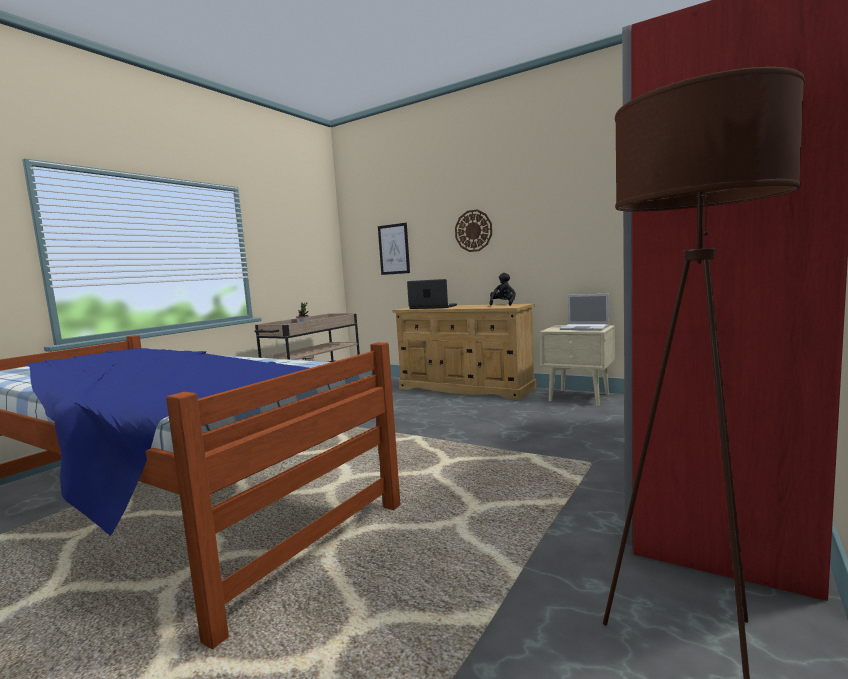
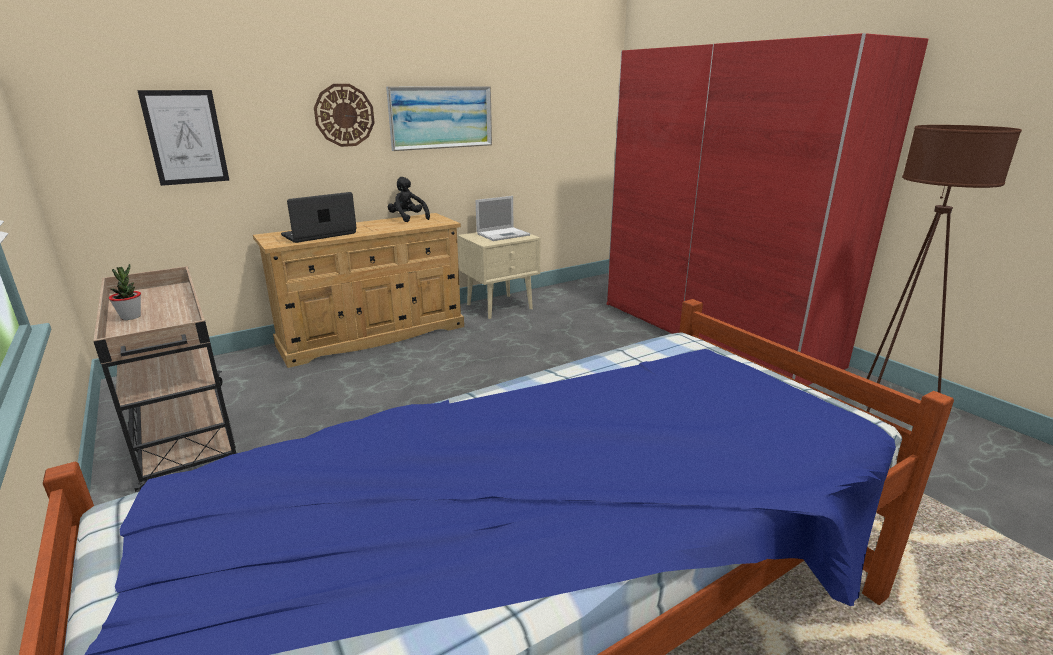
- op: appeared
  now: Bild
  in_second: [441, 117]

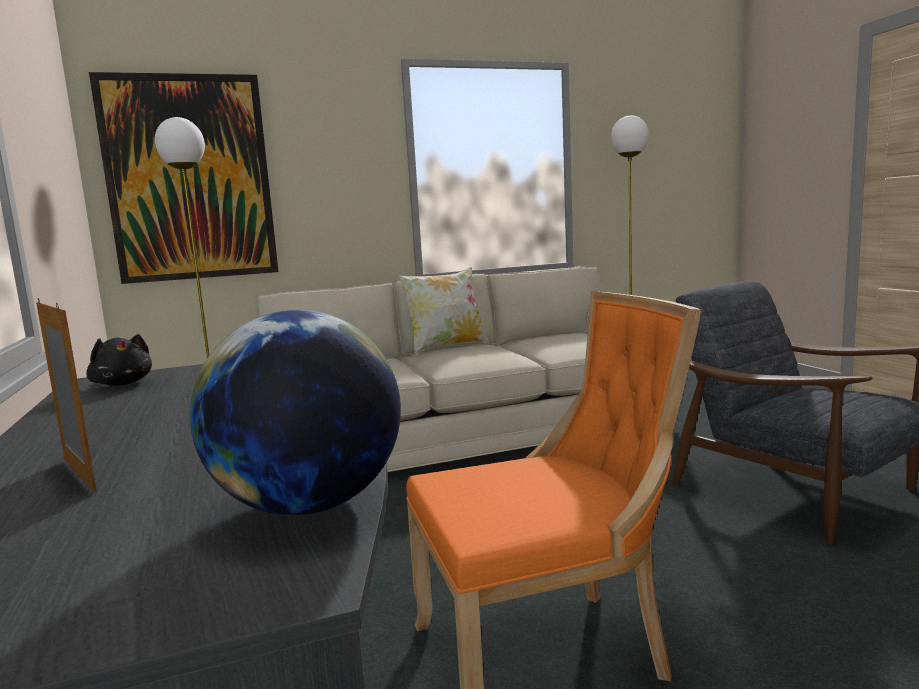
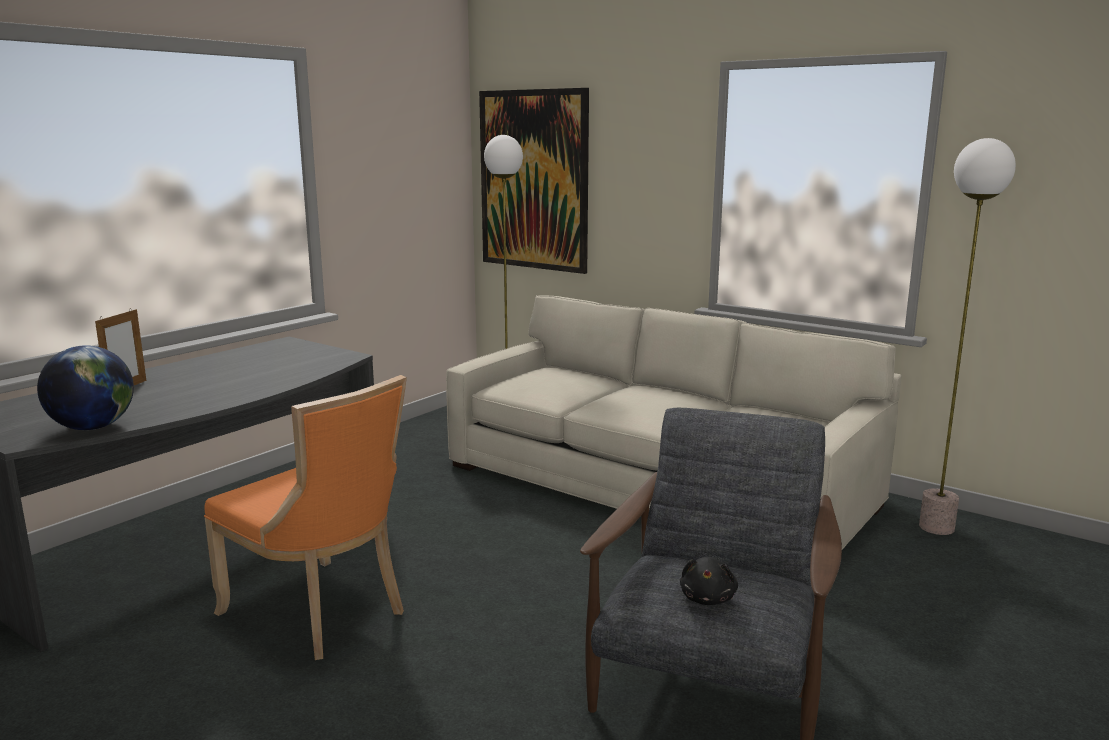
- op: missing
  was: Kissen
  in_first: [446, 347]
- op: relocated
  was: Plüschtier/schwarz
  in_first: [122, 384]
  in_second: [708, 598]

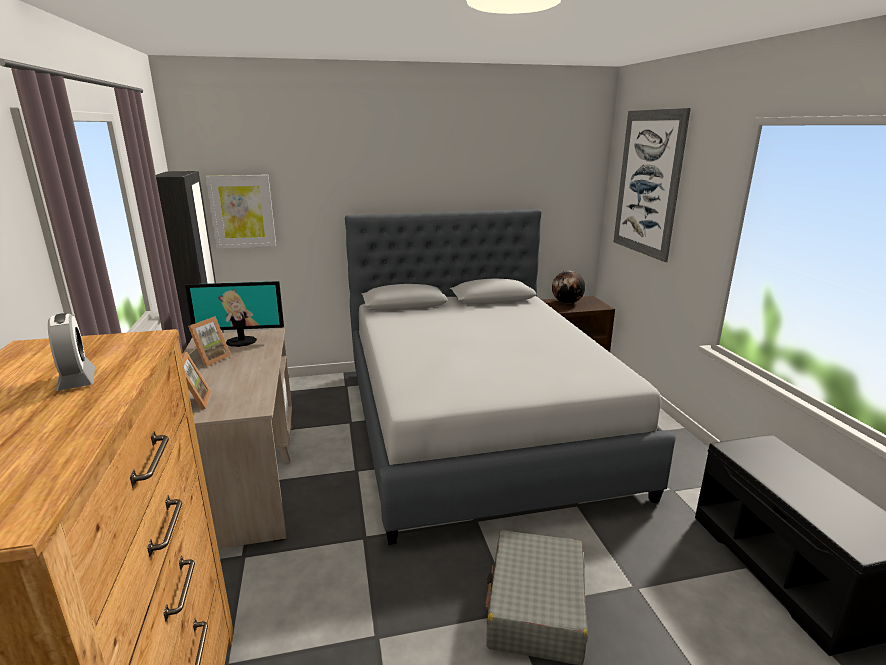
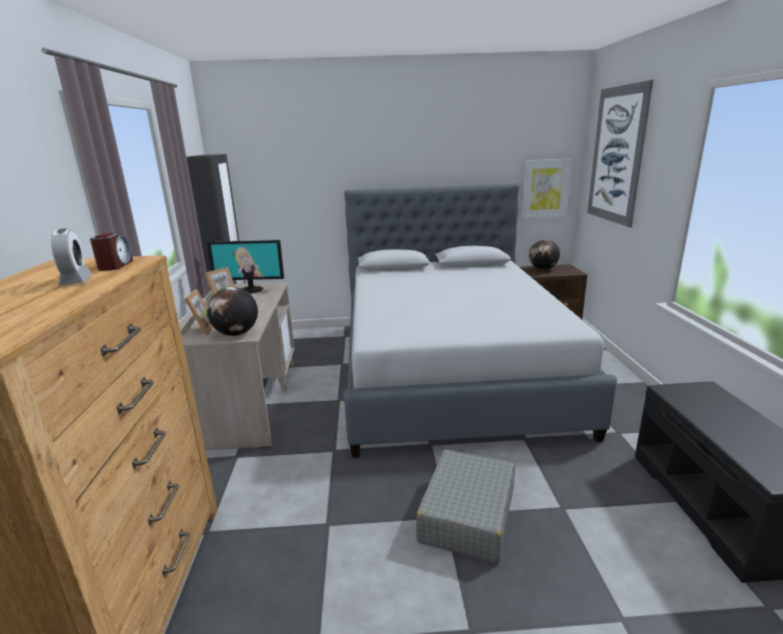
- op: relocated
  was: Bild
  in_first: [242, 211]
  in_second: [545, 189]
- op: appeared
  now: Wecker
  in_second: [115, 265]
- op: appeared
  now: Globus
  in_second: [236, 334]

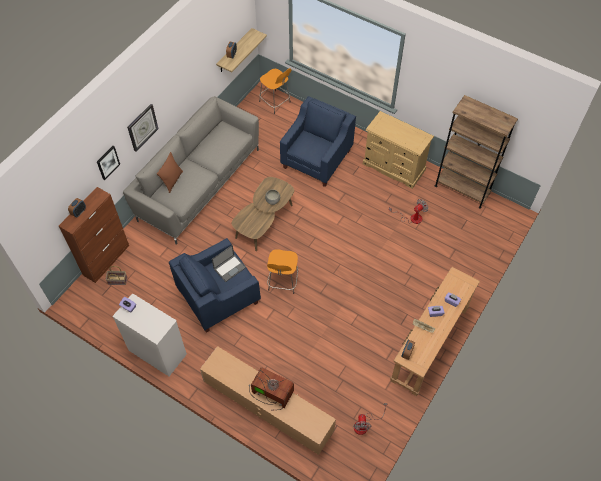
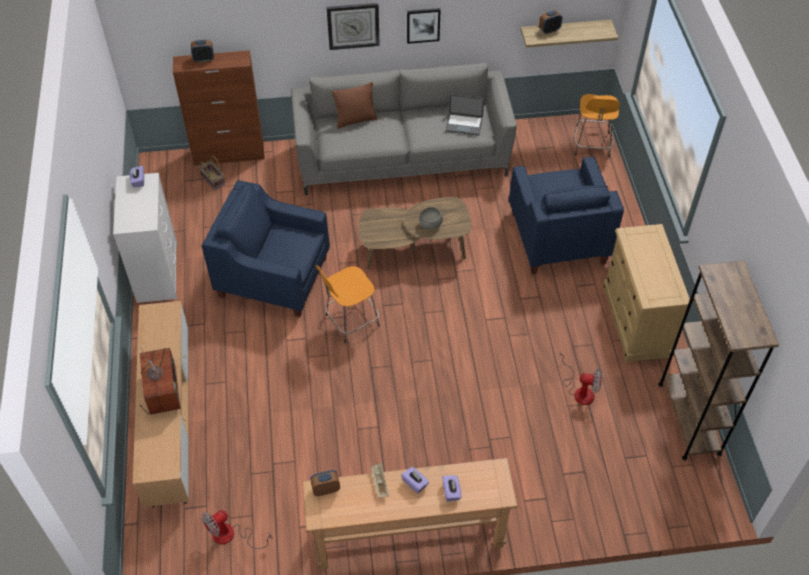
- op: spun
  was: Sessel/blau
  in_first: [317, 159]
  in_second: [557, 237]
  clockwise: 90
- op: relocated
  was: Bild
  in_first: [107, 162]
  in_second: [423, 25]
- op: relocated
  was: Laptop
  in_first: [230, 268]
  in_second: [464, 124]

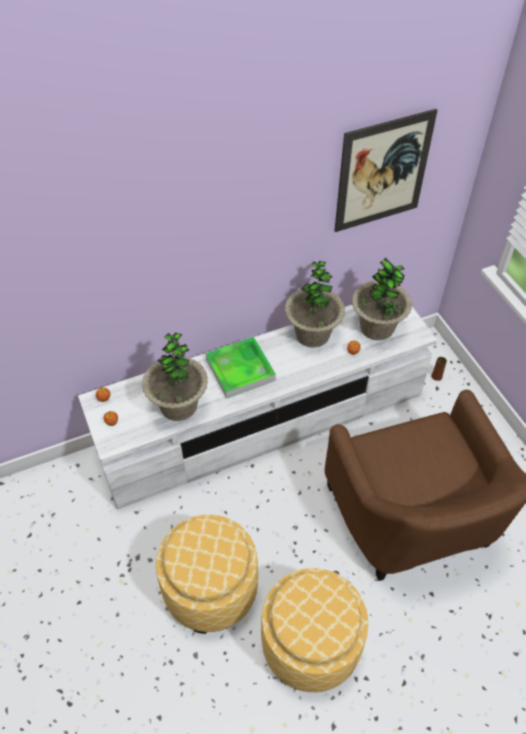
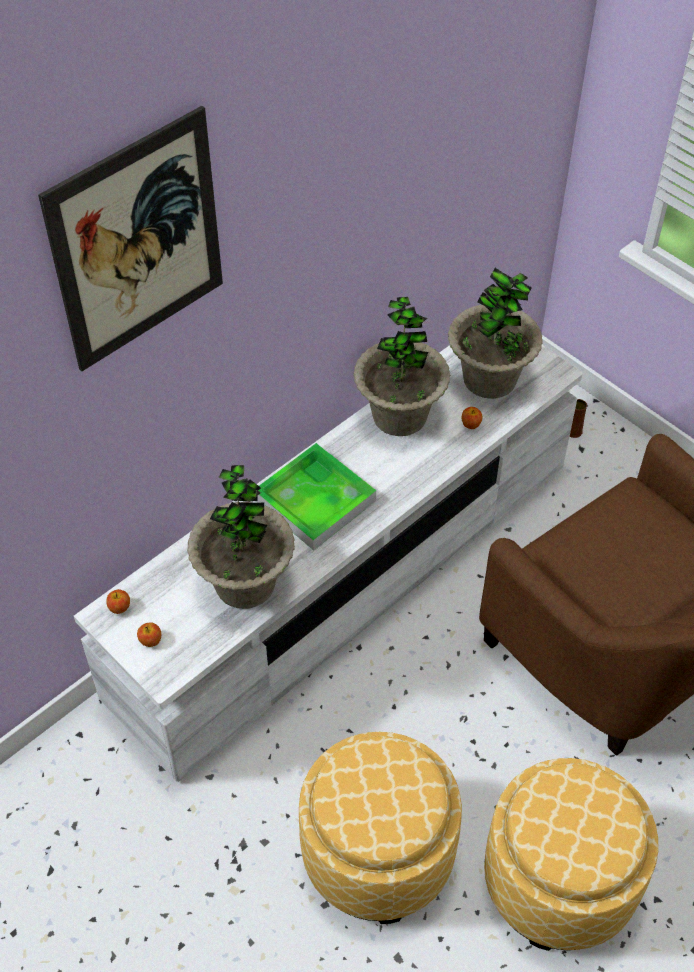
- op: relocated
  was: Bild
  in_first: [382, 172]
  in_second: [138, 242]

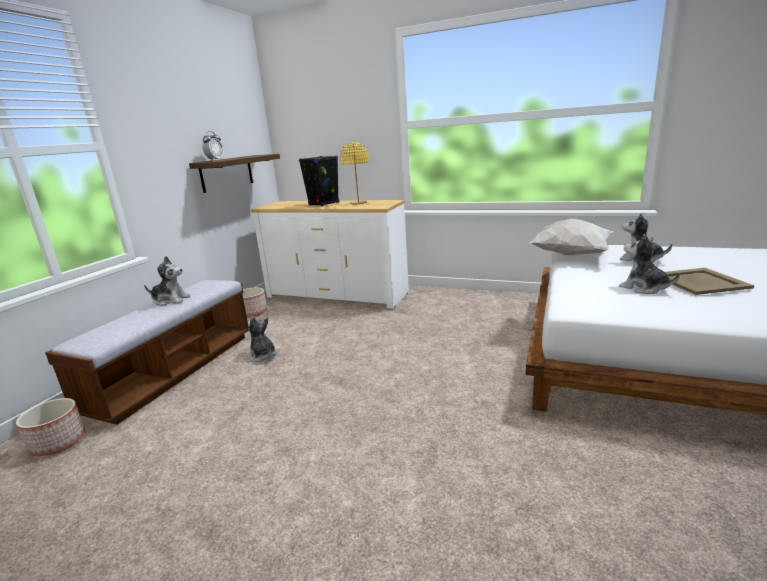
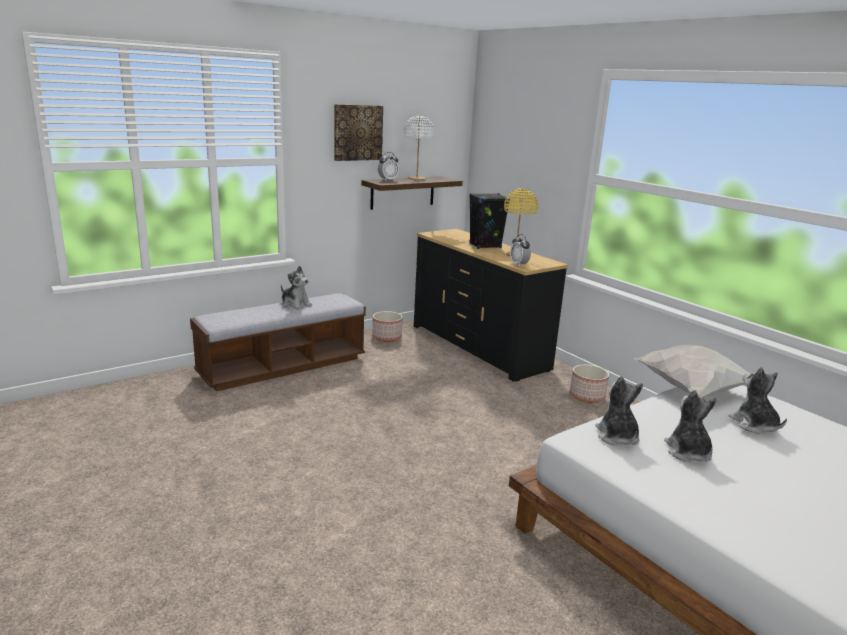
- op: colour
  was: Kommode/weiß
  now: Kommode/schwarz
  in_first: [337, 295]
  in_second: [478, 347]
- op: missing
  was: Tablett/beige
  in_first: [700, 282]
- op: relocated
  was: Plüschtier
  in_first: [263, 355]
  in_second: [617, 437]
- op: relocated
  was: Pflanzkübel
  in_first: [59, 442]
  in_second: [587, 396]
- op: appeared
  now: Bild
  in_second: [357, 132]
- op: appeared
  now: Tischlampe/weiß
  in_second: [417, 179]
- op: appeared
  now: Wecker
  in_second: [519, 264]

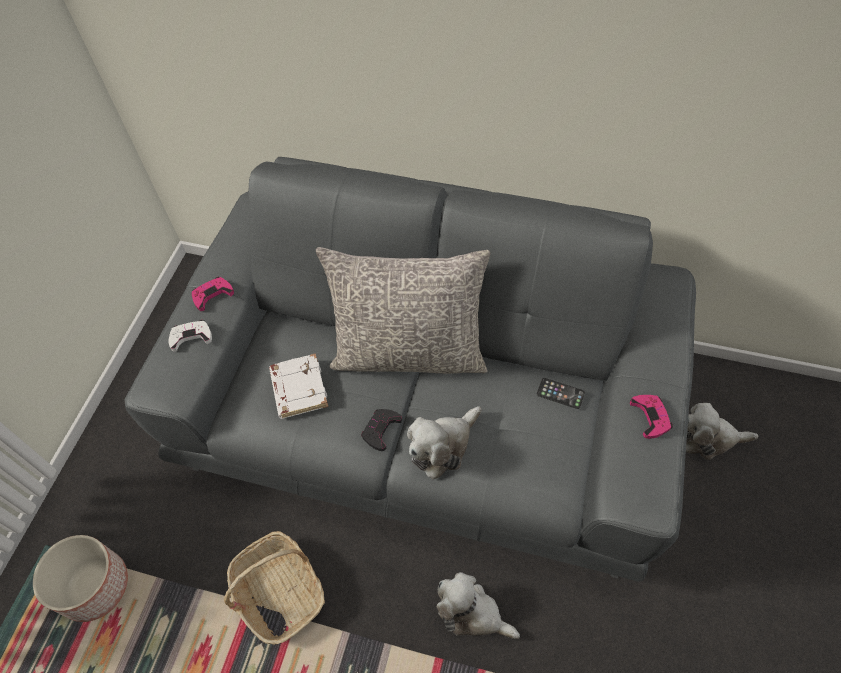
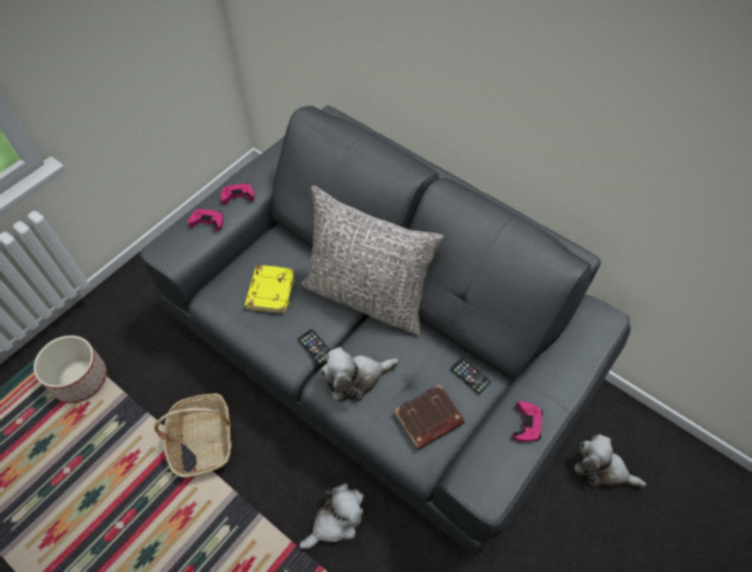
- op: colour
  was: Gamepad/weiß
  now: Gamepad/rosa
  in_first: [191, 337]
  in_second: [207, 221]
- op: colour
  was: Buch/weiß
  now: Buch/gelb
  in_first: [298, 388]
  in_second: [270, 290]
- op: exchanged
  was: Gamepad/schwarz
  now: Handy
  in_first: [381, 430]
  in_second: [315, 347]
- op: spun
  was: Plüschtier
  in_first: [472, 613]
  in_second: [336, 521]
  clockwise: 90
- op: appeared
  now: Buch/braun
  in_second: [428, 419]

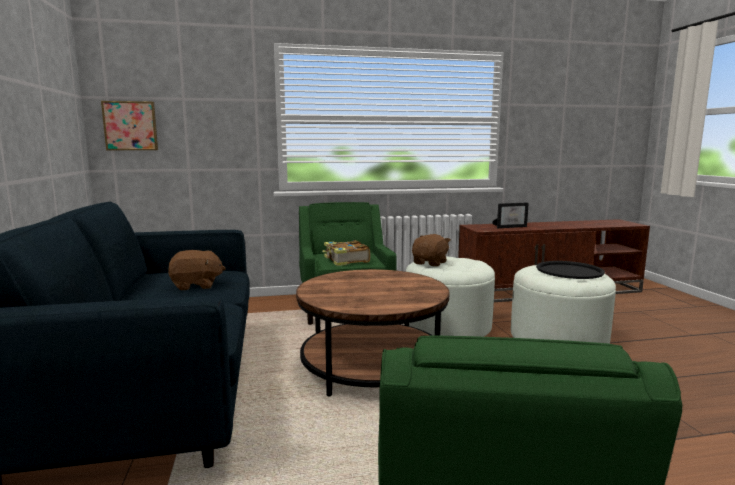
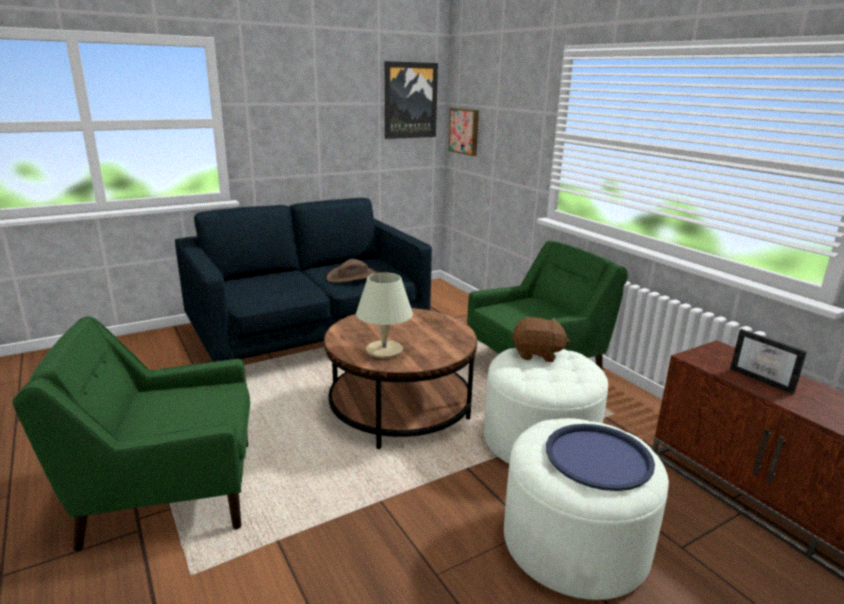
- op: missing
  was: Buch
  in_first: [346, 260]
- op: exchanged
  was: Plüschtier/braun
  now: Hut/braun
  in_first: [196, 285]
  in_second: [353, 277]
- op: colour
  was: Tablett/schwarz
  now: Tablett/blau
  in_first: [569, 271]
  in_second: [598, 457]
- op: appeared
  now: Bild
  in_second: [410, 100]
- op: appeared
  now: Tischlampe/beige
  in_second: [384, 350]

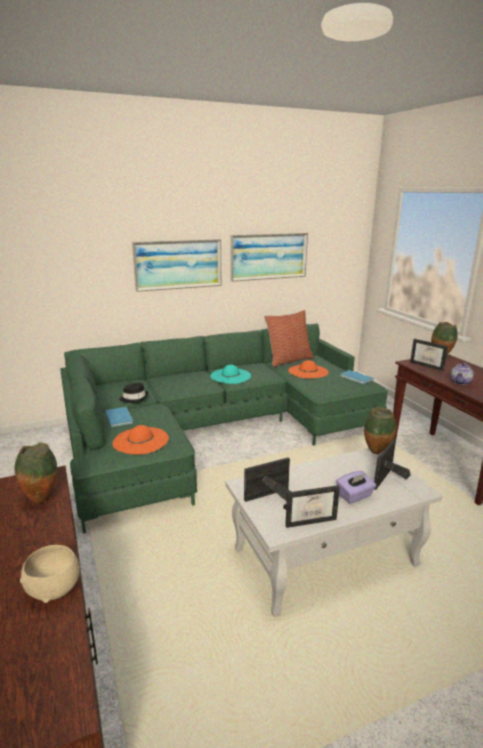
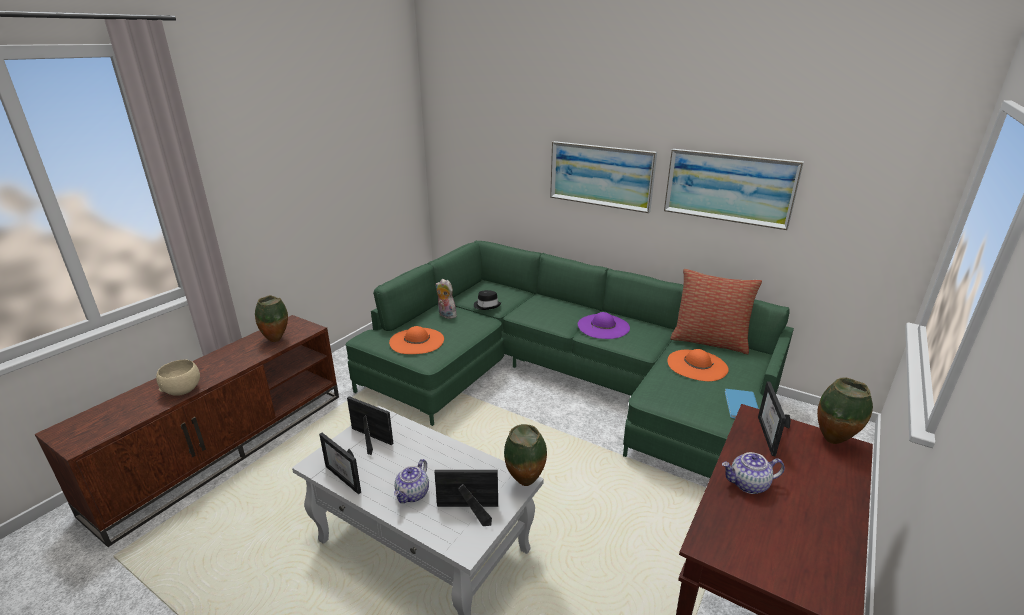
- op: colour
  was: Hut/türkis
  now: Hut/lila
  in_first: [230, 376]
  in_second: [603, 326]
- op: exchanged
  was: Buch/blau
  now: Plüschtier
  in_first: [120, 417]
  in_second: [446, 315]
- op: exchanged
  was: Taschentuchbox/lila
  now: Teekanne
  in_first: [355, 496]
  in_second: [413, 494]

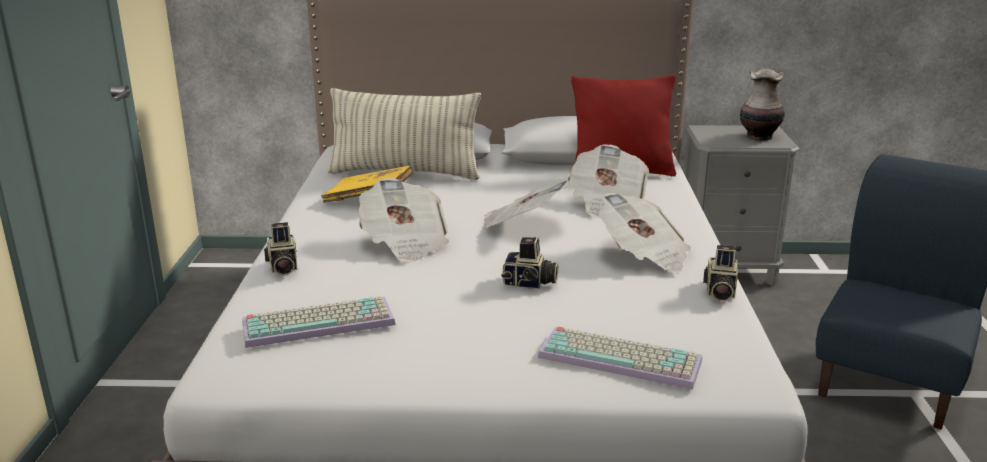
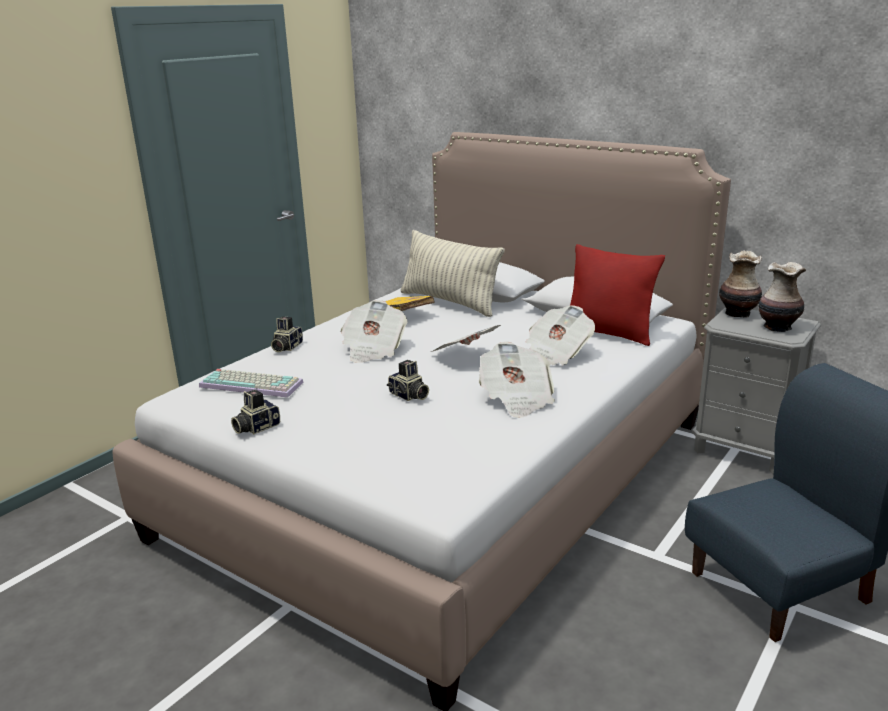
- op: relocated
  was: Kamera
  in_first: [719, 292]
  in_second: [256, 427]
- op: missing
  was: Tastatur
  in_first: [622, 358]
- op: appeared
  now: Vase
  in_second: [738, 313]

